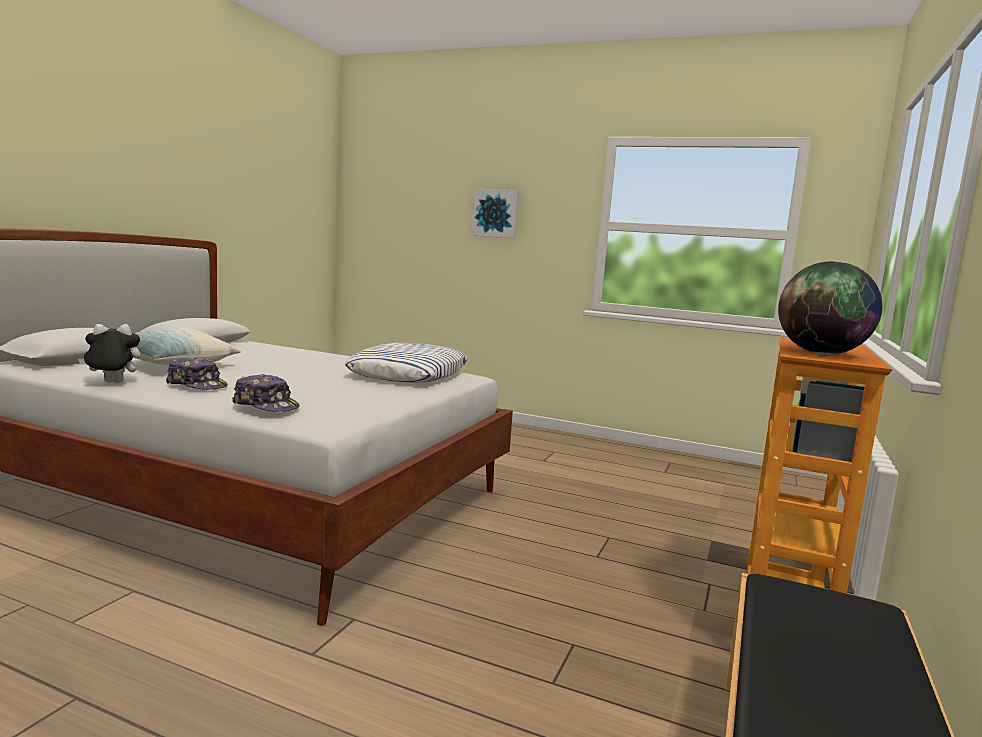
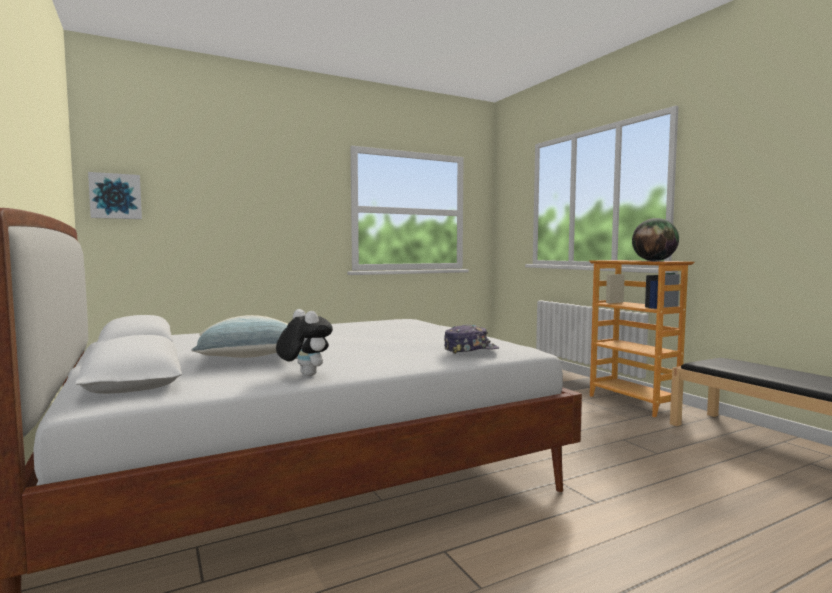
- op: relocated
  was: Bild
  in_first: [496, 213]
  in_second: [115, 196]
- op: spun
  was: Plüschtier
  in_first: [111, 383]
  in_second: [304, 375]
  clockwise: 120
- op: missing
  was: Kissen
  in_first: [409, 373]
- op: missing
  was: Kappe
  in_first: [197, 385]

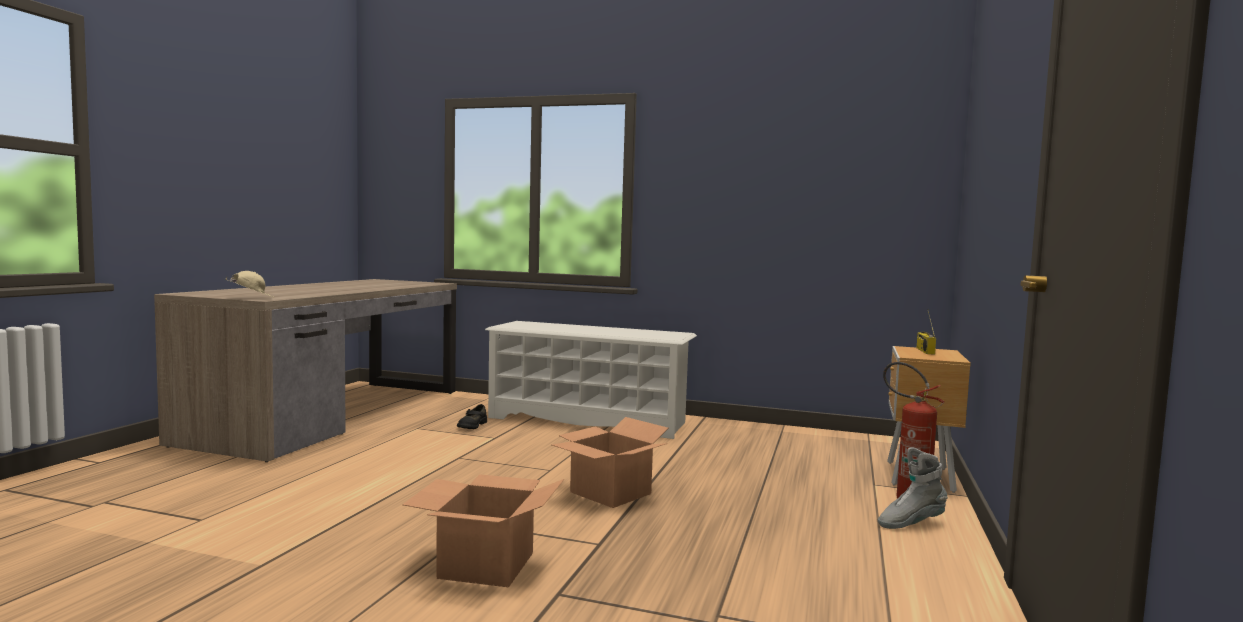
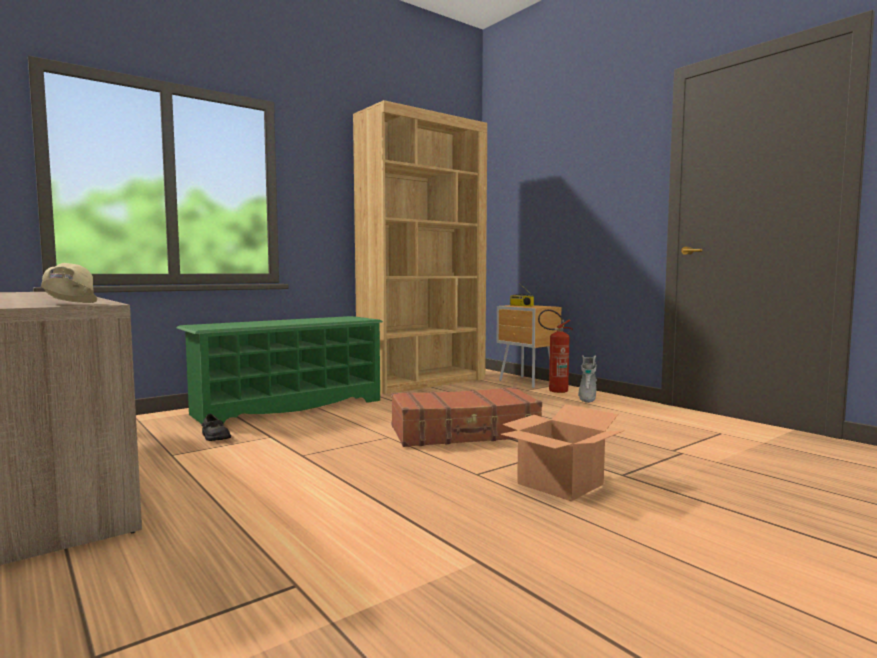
- op: colour
  was: Schuhregal/weiß
  now: Schuhregal/grün
  in_first: [589, 420]
  in_second: [288, 407]
- op: exchanged
  was: Karton
  now: Koffer/braun
  in_first: [611, 493]
  in_second: [464, 433]
- op: appeared
  now: Bücherregal/braun
  in_second: [423, 382]

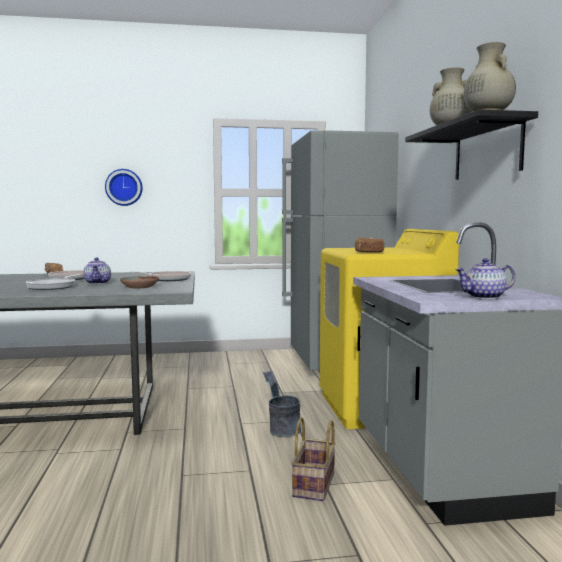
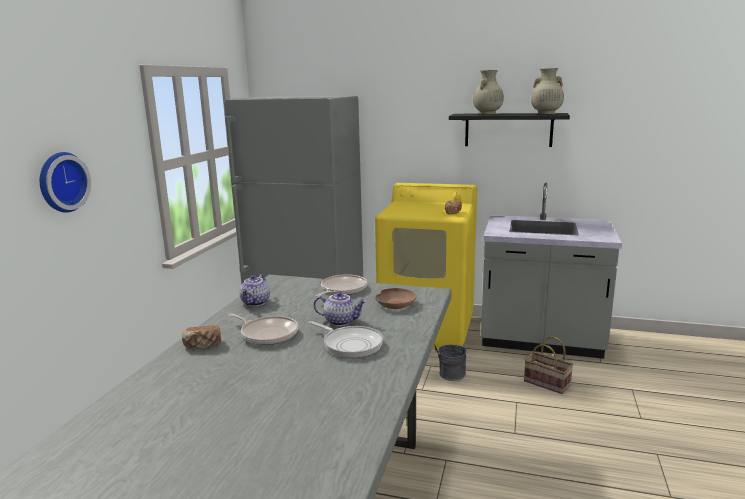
- op: relocated
  was: Teekanne
  in_first: [484, 297]
  in_second: [256, 303]

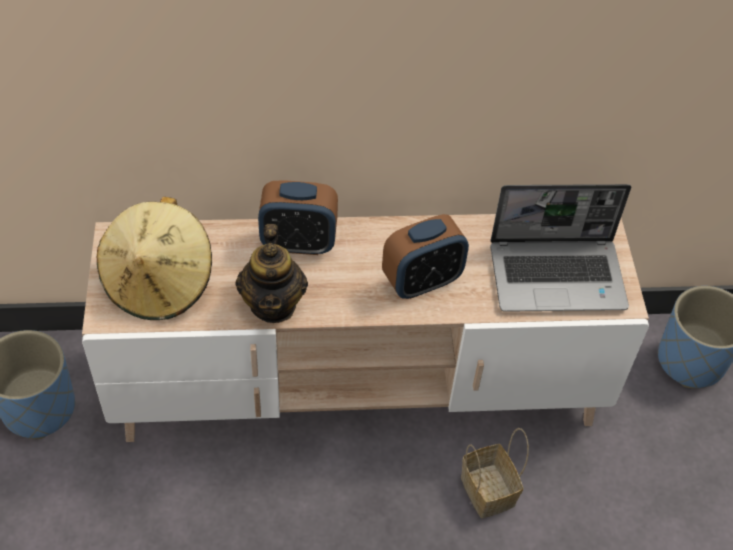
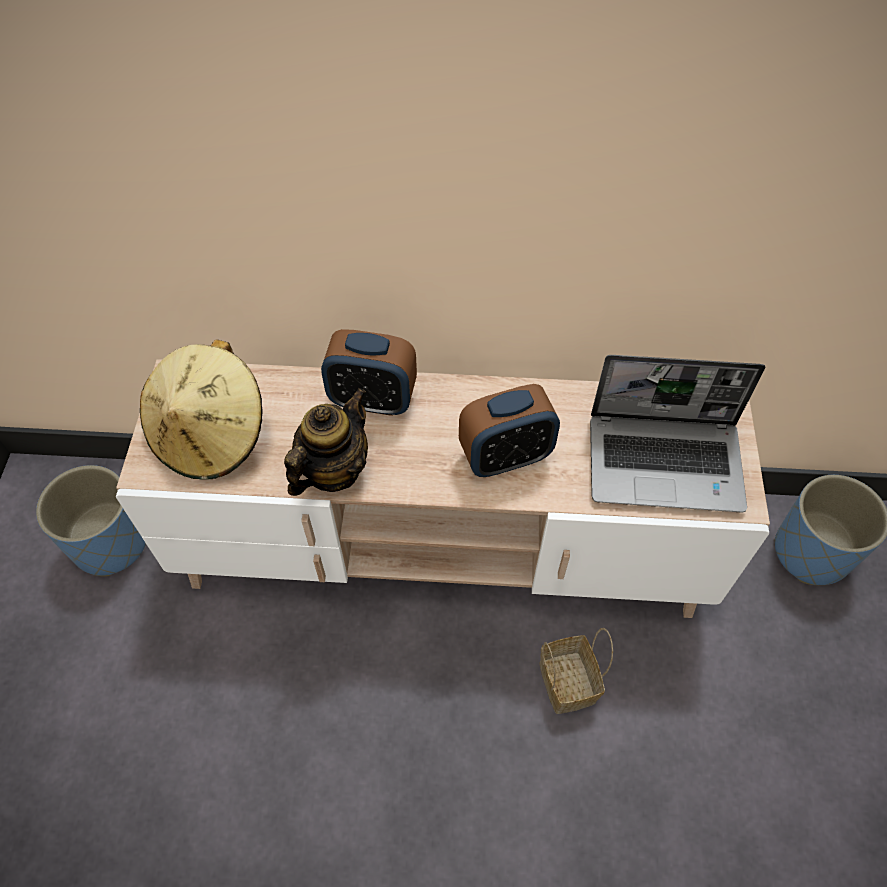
- op: spun
  was: Teekanne
  in_first: [273, 304]
  in_second: [333, 470]
  clockwise: -150

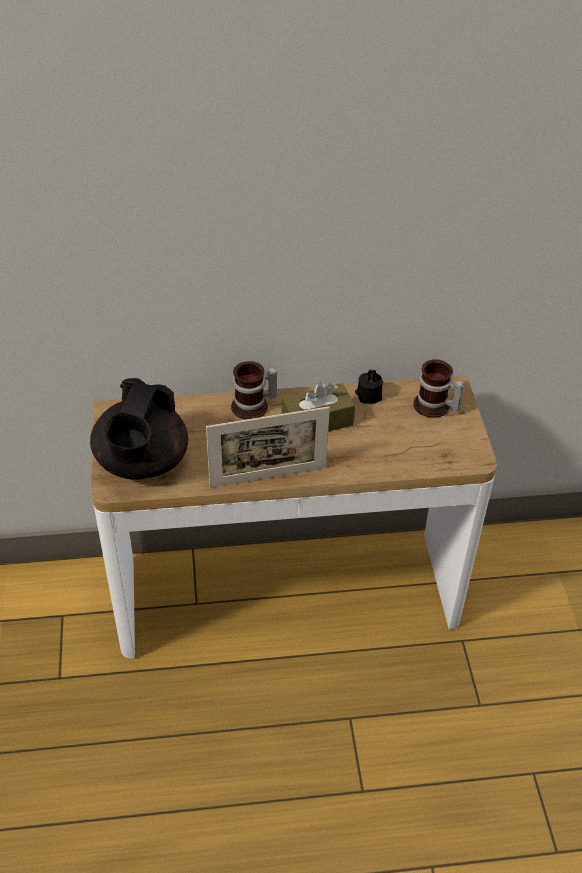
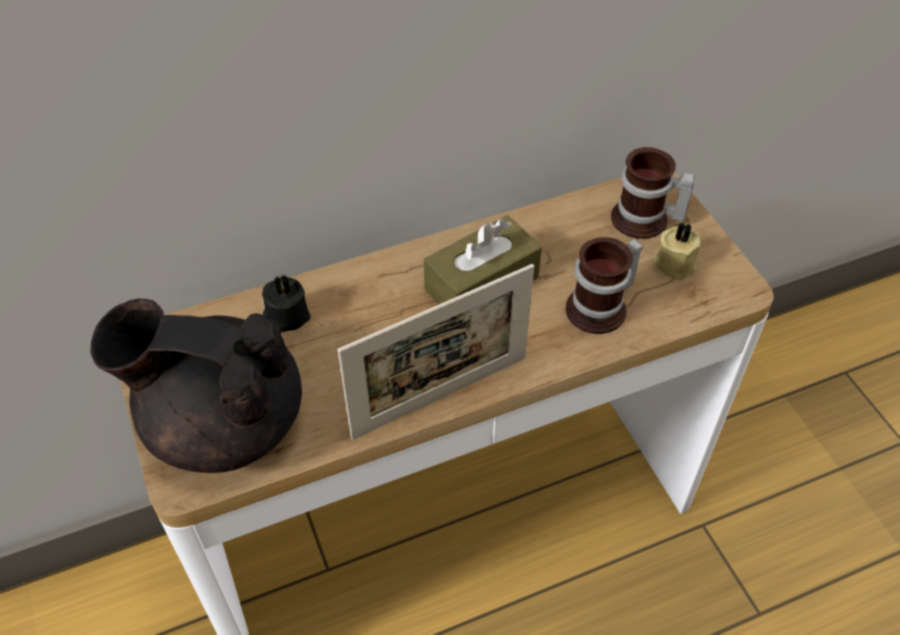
- op: relocated
  was: Henkelbecher
  in_first: [254, 407]
  in_second: [602, 309]
- op: relocated
  was: Kerze/schwarz
  in_first: [368, 395]
  in_second: [286, 315]
- op: spun
  was: Teekanne/schwarz
  in_first: [141, 463]
  in_second: [223, 423]
  clockwise: 105
- op: appeared
  now: Kerze/beige
  in_second: [675, 263]

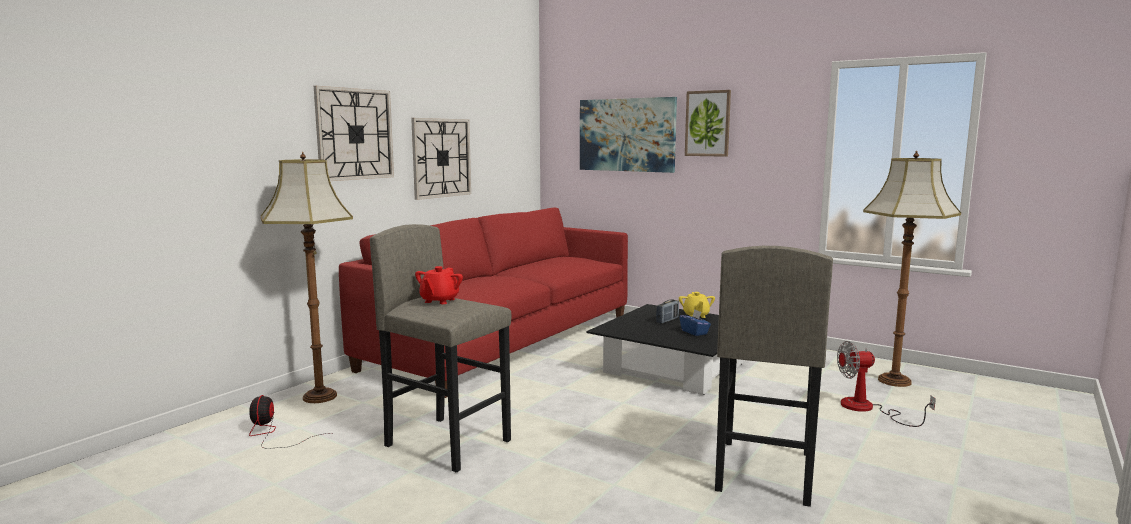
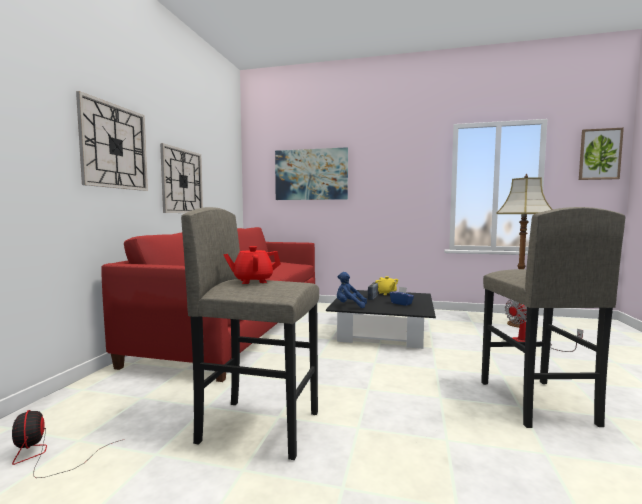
- op: relocated
  was: Bild
  in_first: [708, 123]
  in_second: [599, 154]
- op: missing
  was: Stehlampe
  in_first: [319, 396]
- op: spun
  was: Teekanne/rot
  in_first: [439, 300]
  in_second: [253, 281]
  clockwise: 75
- op: appeared
  now: Plüschtier/blau
  in_second: [349, 305]

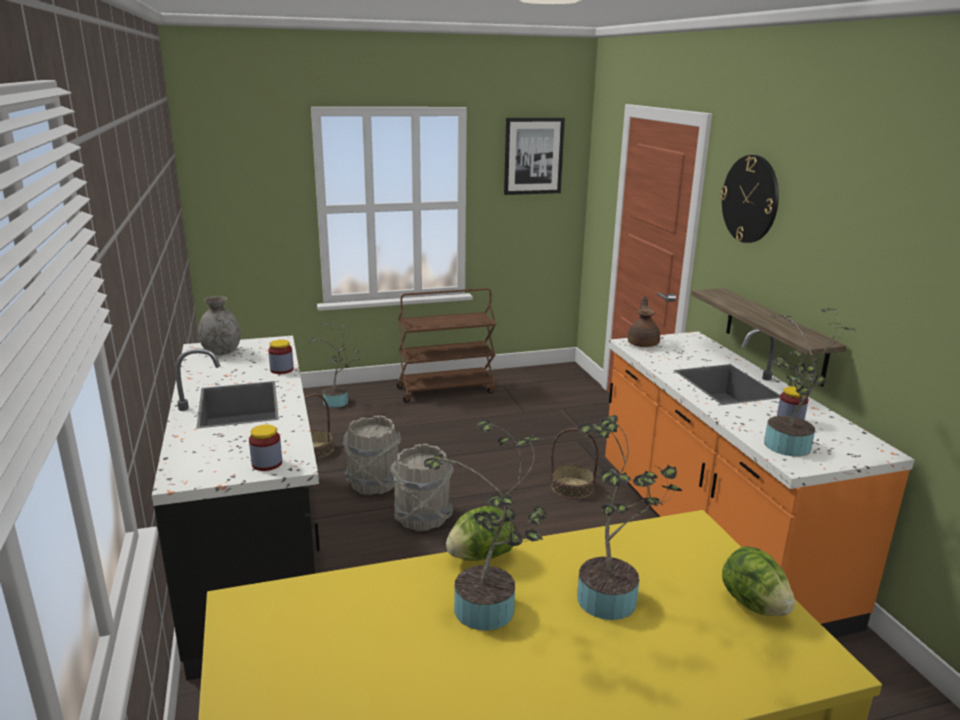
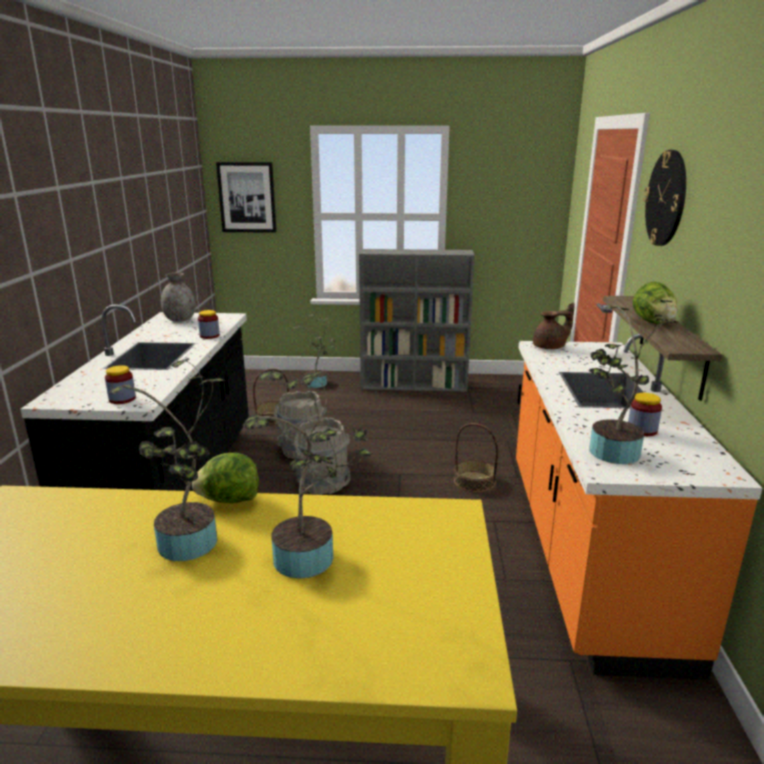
- op: relocated
  was: Bild
  in_first: [533, 156]
  in_second: [247, 197]
- op: exchanged
  was: Rollwagen/braun
  now: Bücherregal/grau
  in_first: [446, 390]
  in_second: [415, 385]
- op: spun
  was: Teekanne/braun
  in_first: [643, 343]
  in_second: [550, 347]
  clockwise: 45
- op: relocated
  was: Salatkopf
  in_first: [753, 605]
  in_second: [652, 322]

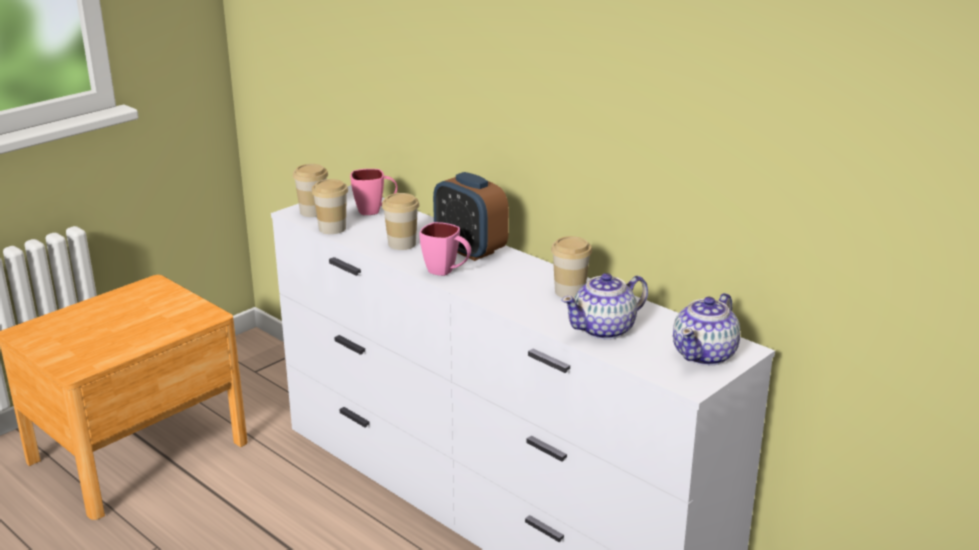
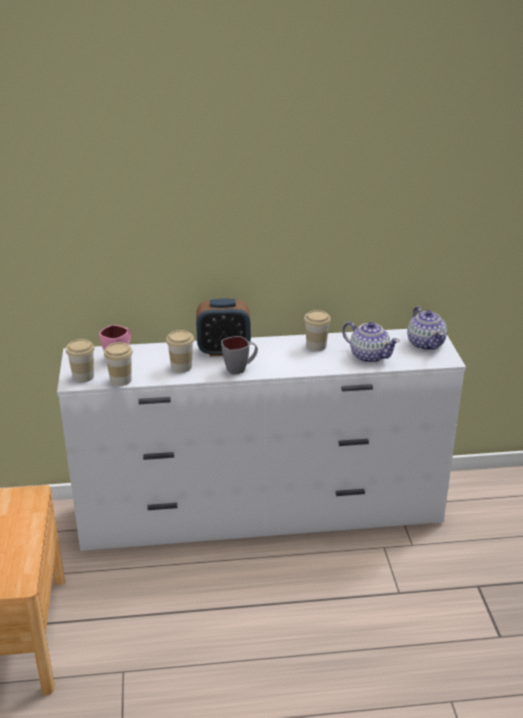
- op: colour
  was: Henkelbecher/rosa
  now: Henkelbecher/grau
  in_first: [447, 272]
  in_second: [240, 369]
- op: spun
  was: Teekanne
  in_first: [605, 329]
  in_second: [369, 356]
  clockwise: -60

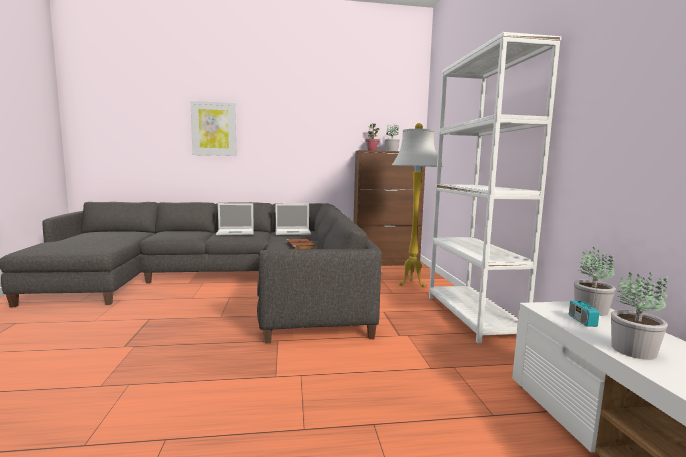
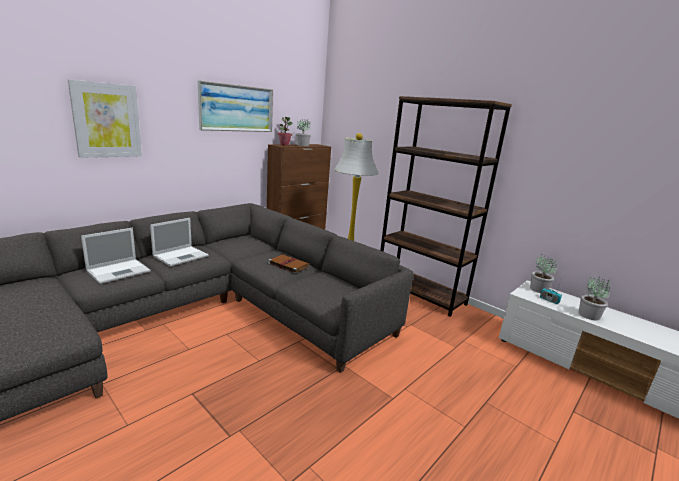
- op: colour
  was: Bücherregal/weiß
  now: Bücherregal/braun
  in_first: [472, 316]
  in_second: [420, 293]
- op: relocated
  was: Laptop
  in_first: [293, 232]
  in_second: [119, 271]
- op: appeared
  now: Bild
  in_second: [237, 108]

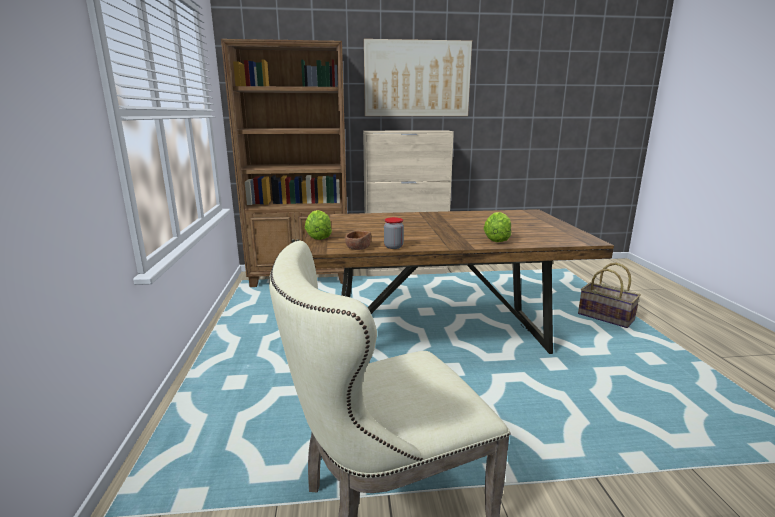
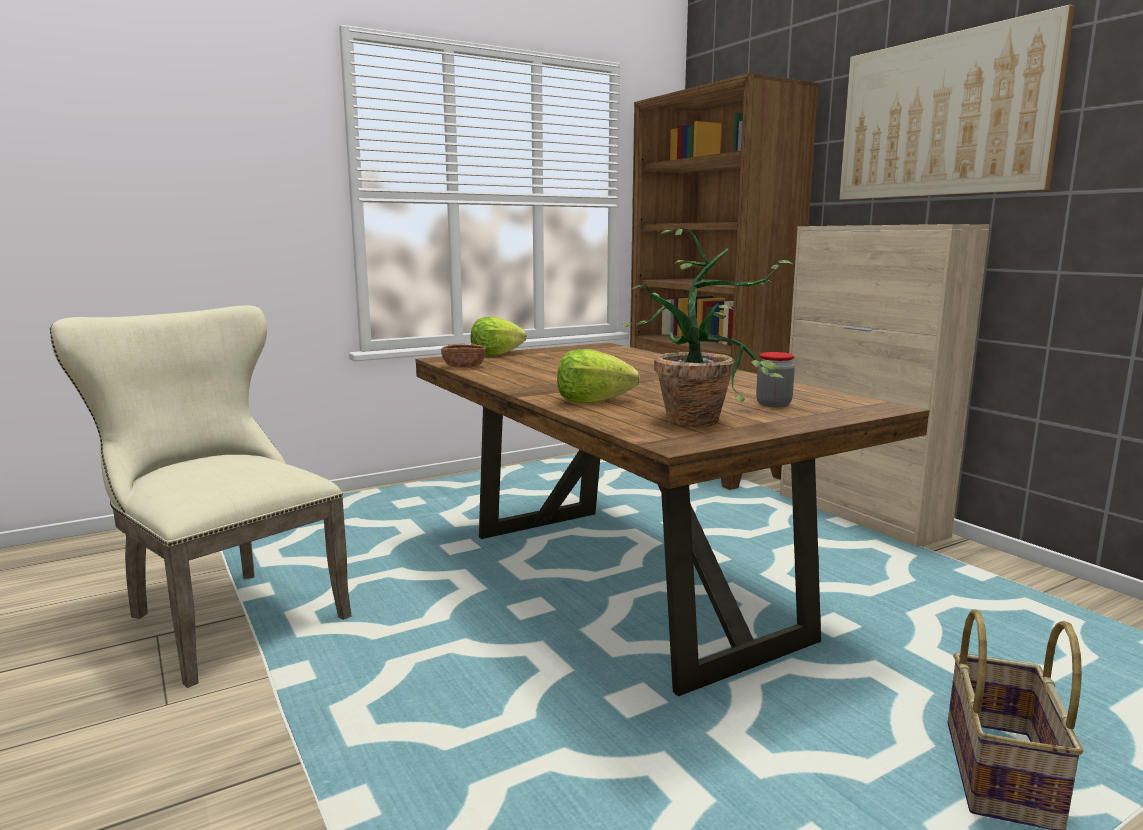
- op: relocated
  was: Vorratsglas
  in_first: [393, 246]
  in_second: [773, 404]
- op: appeared
  now: Topfpflanze
  in_second: [704, 419]

